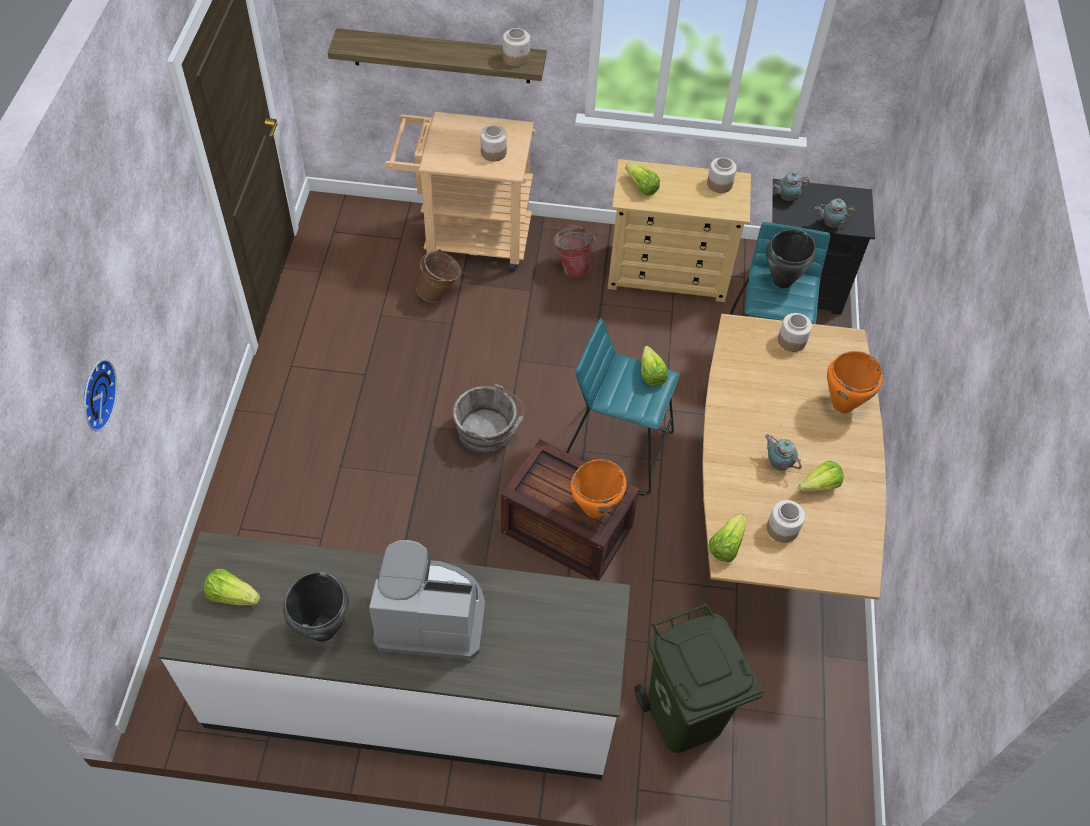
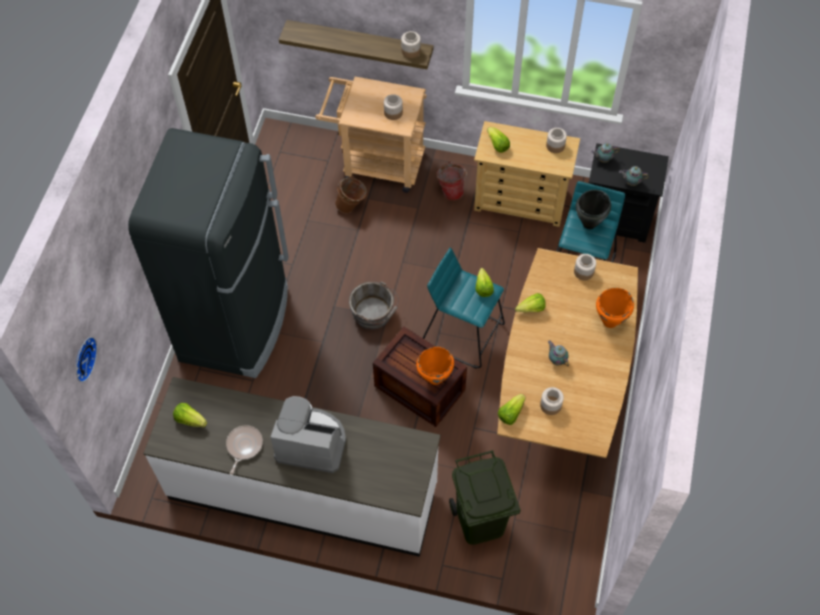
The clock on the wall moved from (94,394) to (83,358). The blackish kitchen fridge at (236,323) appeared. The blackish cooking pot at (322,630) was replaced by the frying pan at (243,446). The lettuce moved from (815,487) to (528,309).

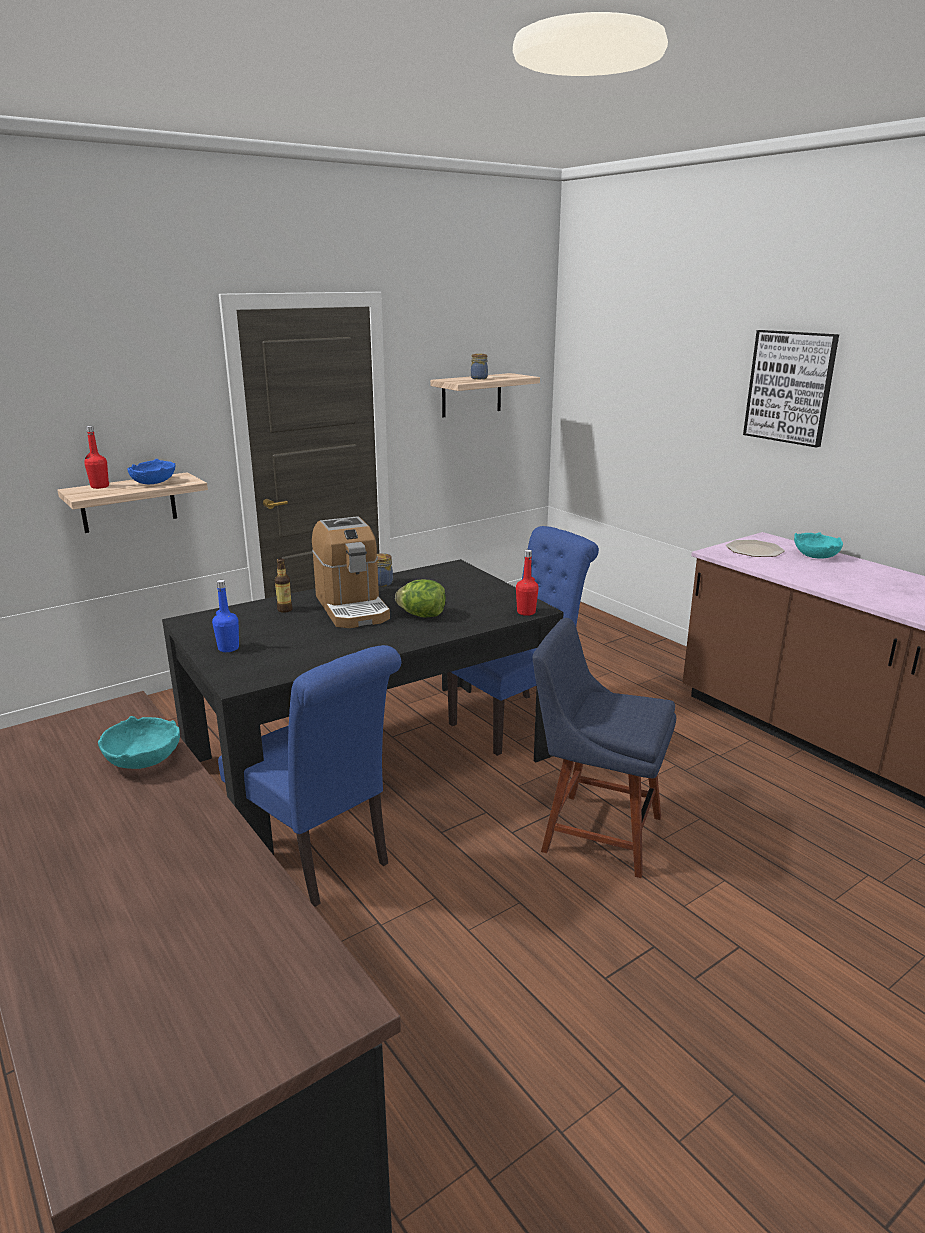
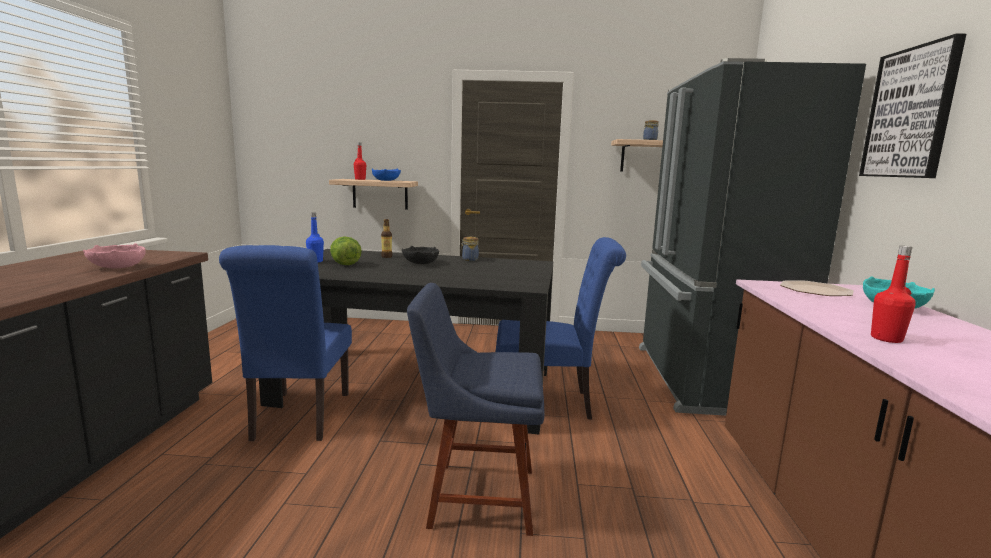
The turquoise-coloured serving bowl at (144,759) became the pink serving bowl at (118,267). The lettuce moved from (422,615) to (345,264). The coffee maker at (352,607) was replaced by the blackish serving bowl at (421,263). The bluish plain chair at (595,831) turned 60 degrees counterclockwise. The blackish kitchen fridge at (704,380) appeared. The red drink bottle moved from (526,612) to (886,339).

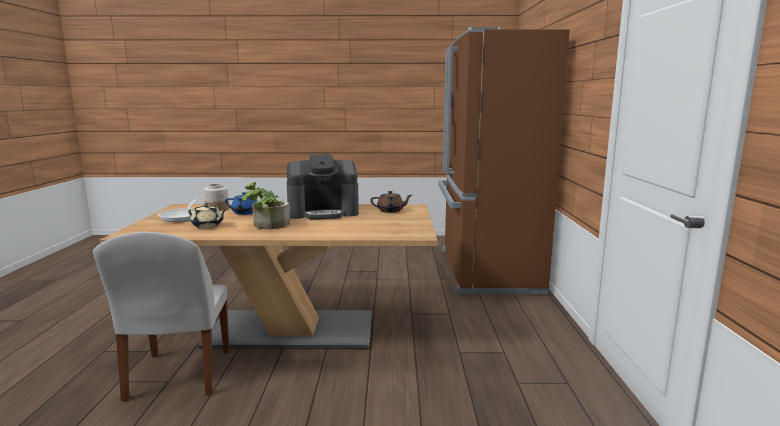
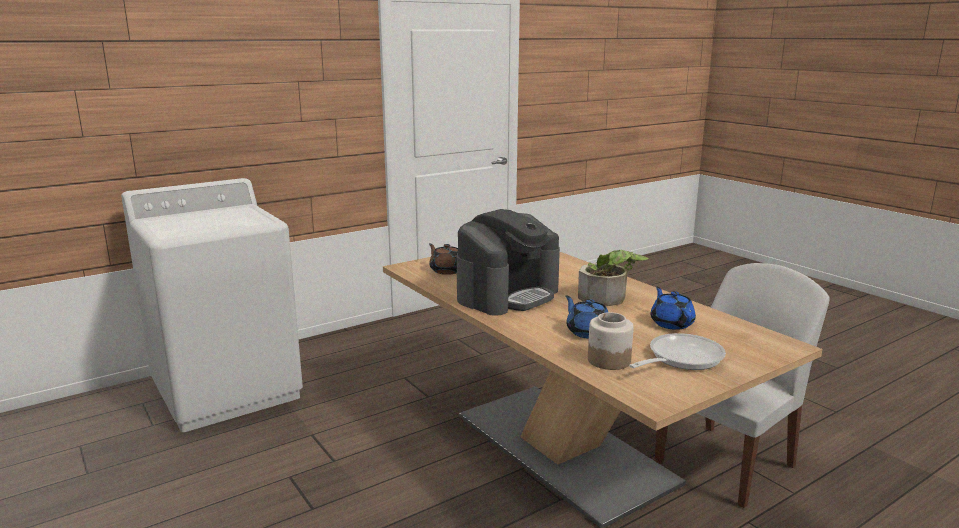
The brown-coloured kitchen fridge at (486,271) was replaced by the white washing machine at (228,390). The coffee maker at (323,212) turned 90 degrees clockwise. The sand-coloured teapot at (207,226) became the bluish teapot at (671,323).

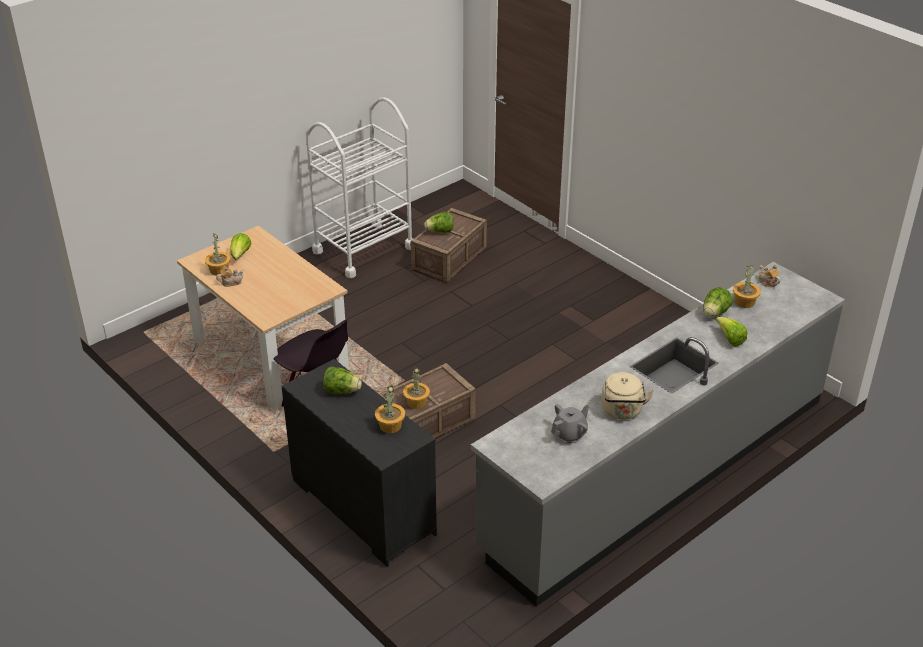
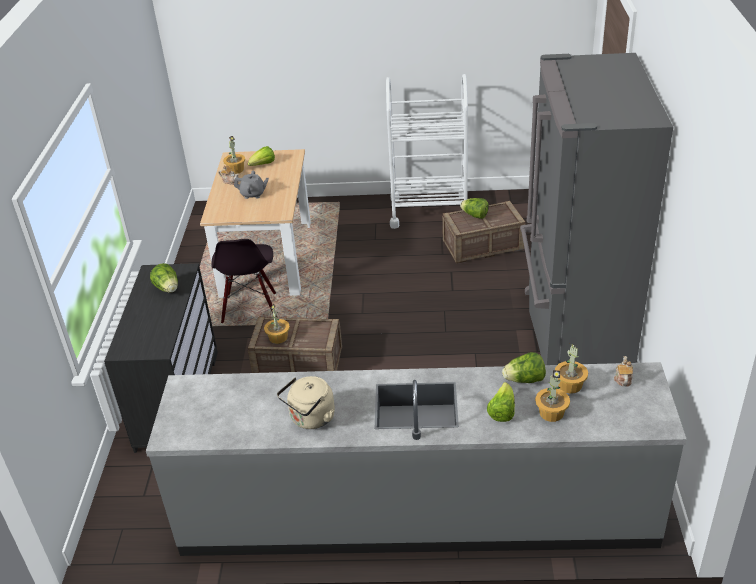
The greyish teapot moved from (569,434) to (253,194). The greyish kitchen fridge at (572,333) appeared. The houseplant moved from (390,425) to (551,412).

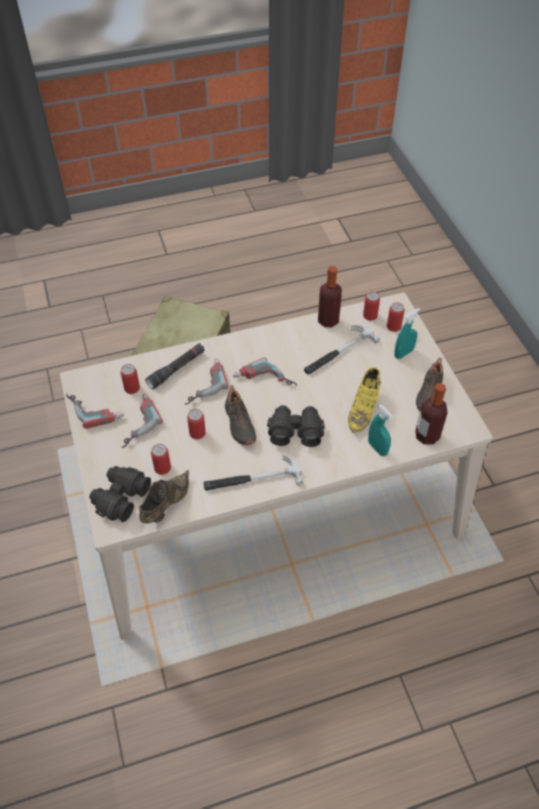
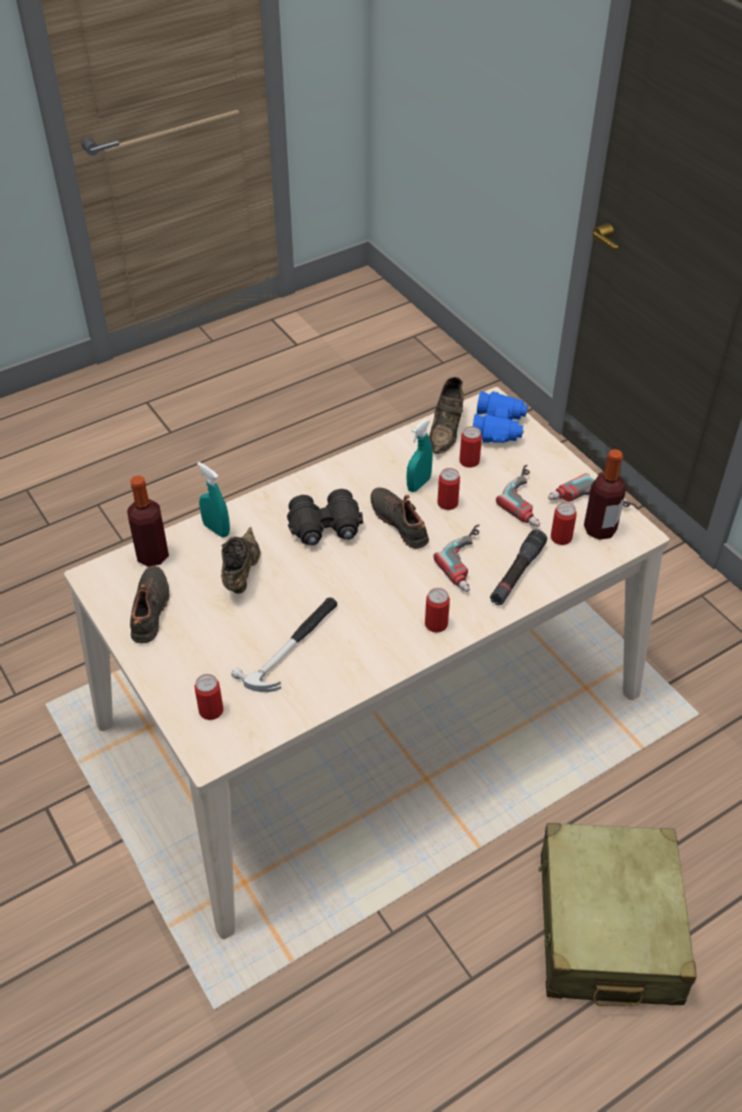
The yellowish item of footwear at (364,408) became the brown-coloured item of footwear at (241,573). The turquoise-coloured sprayer moved from (403,353) to (418,484). The can moved from (370,315) to (436,624). The blackish field glasses at (120,497) became the bluish field glasses at (499,427). The drink bottle moved from (328,320) to (599,529). The hand hammer at (252,479) disappeared. The power drill at (264,382) disappeared.

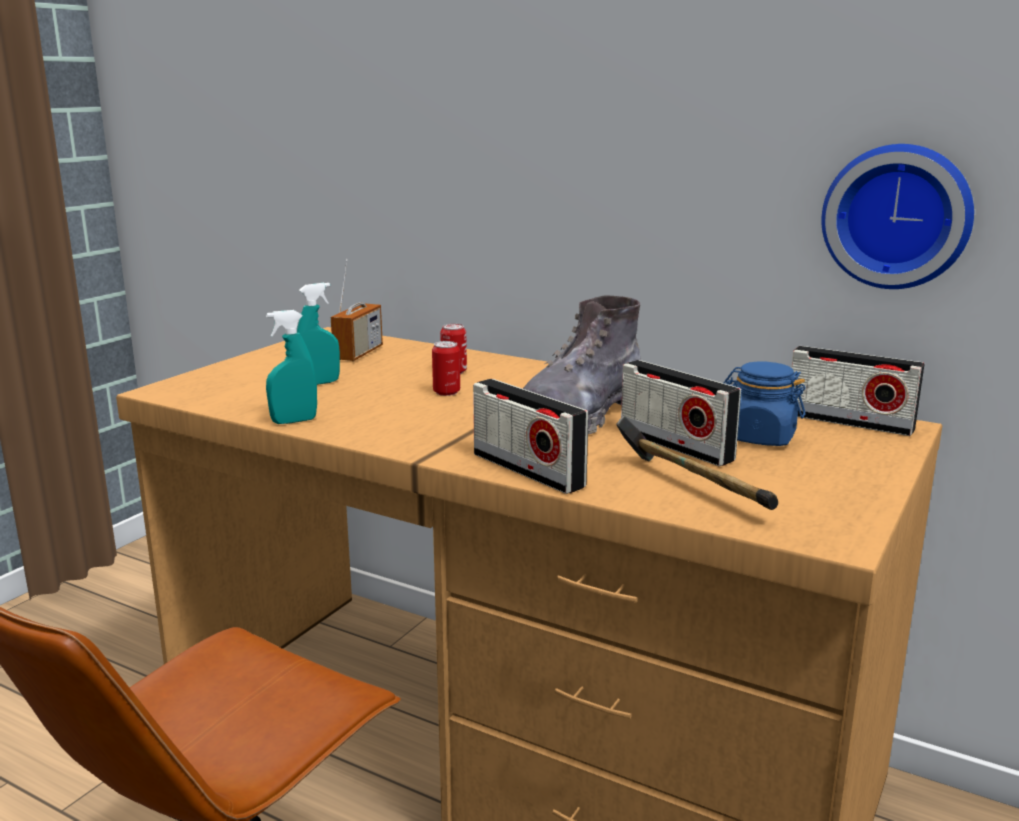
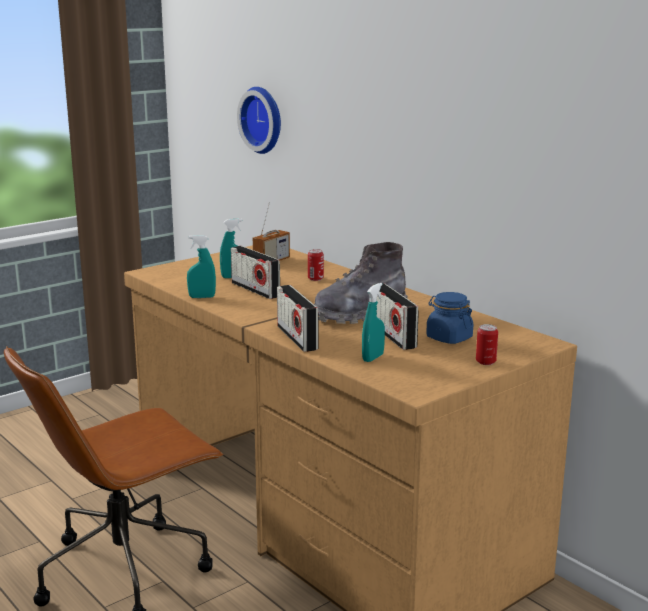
The radio moved from (849,422) to (255,290). The clock on the wall moved from (897,216) to (264,119). The hand hammer at (691,488) was replaced by the turquoise-coloured sprayer at (373,358). The can moved from (446,392) to (485,362).

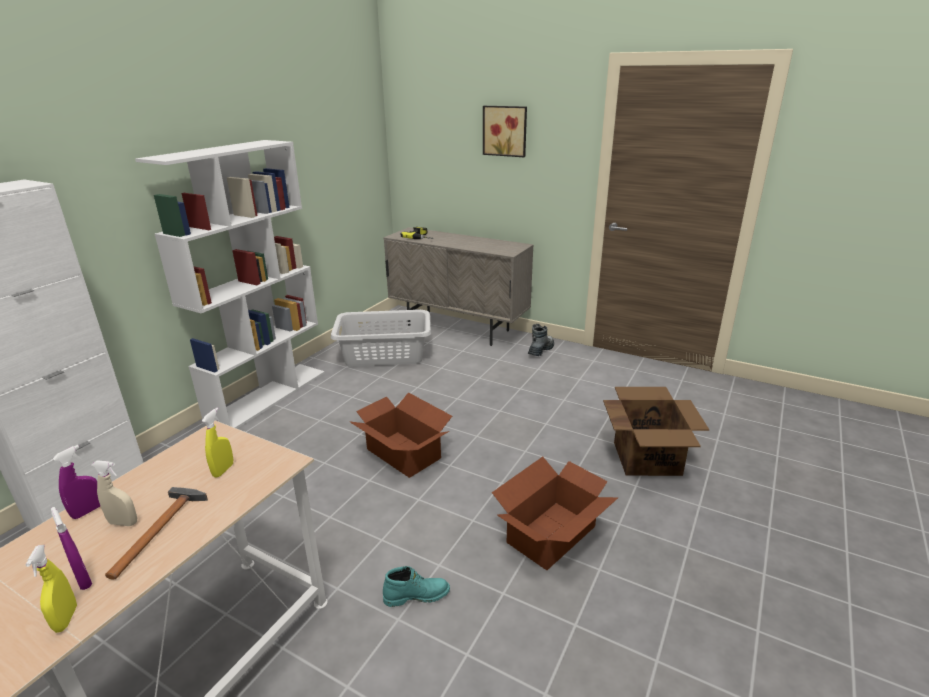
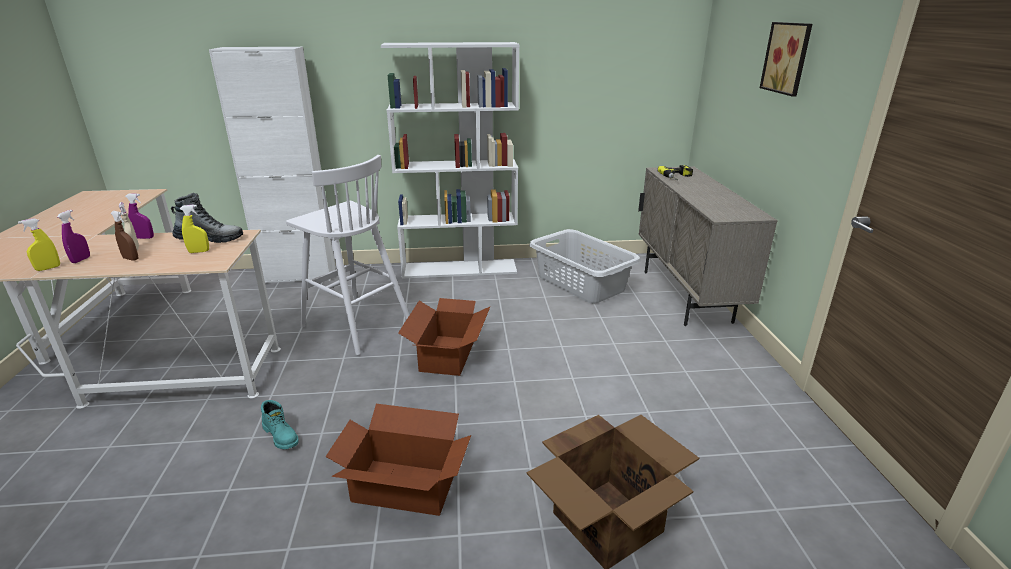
The hand hammer at (160,528) was replaced by the brown-coloured sprayer at (131,259). The boot moved from (541,350) to (210,239). The white sitting stool at (355,325) appeared.

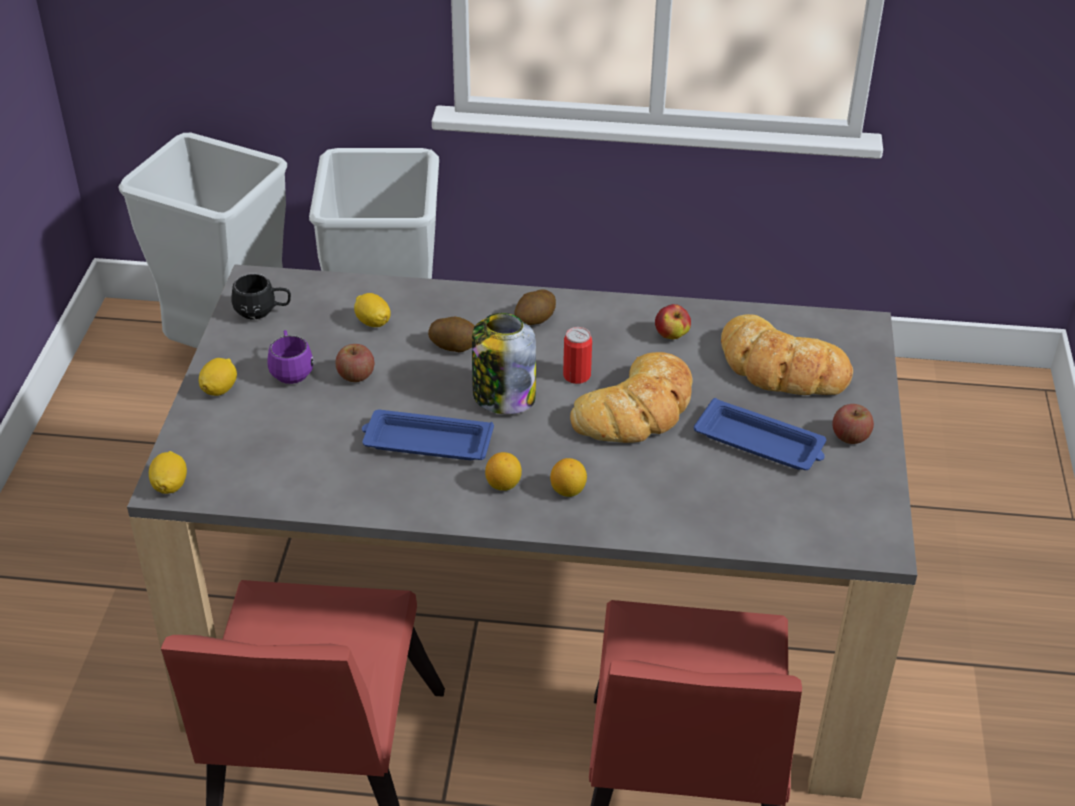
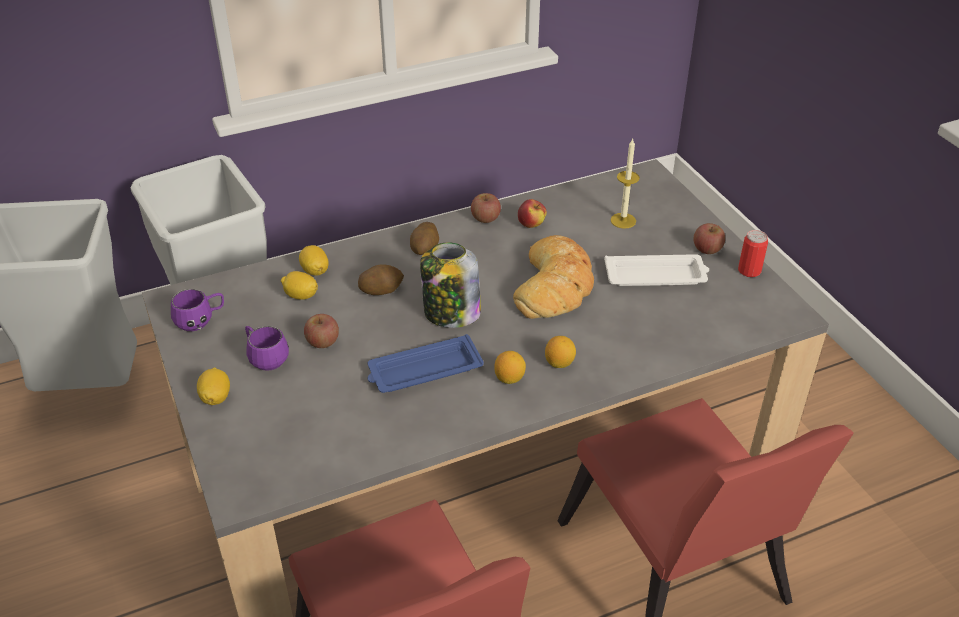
The blackish coffee mug at (263,312) became the purplish coffee mug at (201,321). The lemon moved from (170,485) to (315,271). The apple fruit at (485,218) appeared. The bluish serving tray at (761,443) became the white serving tray at (656,276). The bread at (781,368) was replaced by the wax candle at (623,220). The can moved from (576,375) to (749,270).

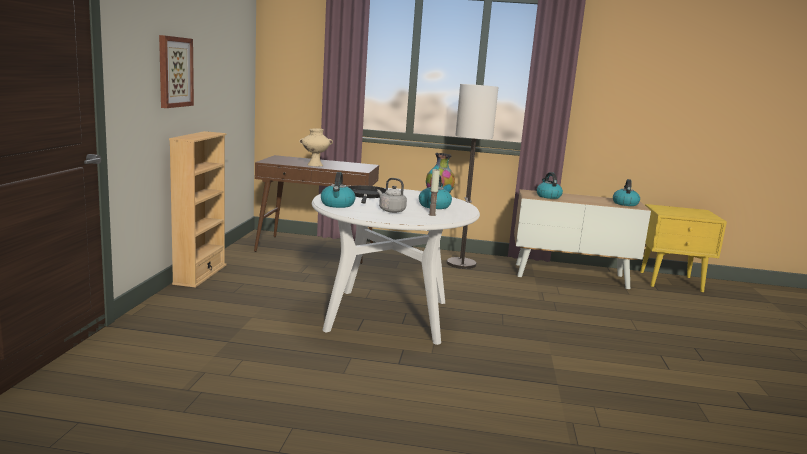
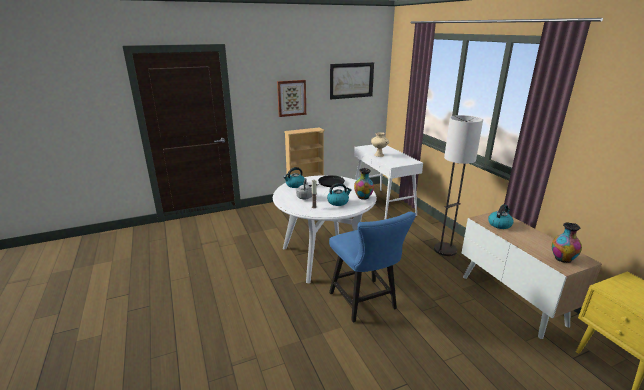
The bluish plain chair at (365,303) appeared. The picture at (351,80) appeared. The brown-coloured console table at (316,249) became the white console table at (383,205). The tea kettle at (625,203) was replaced by the flower vase at (562,259).

